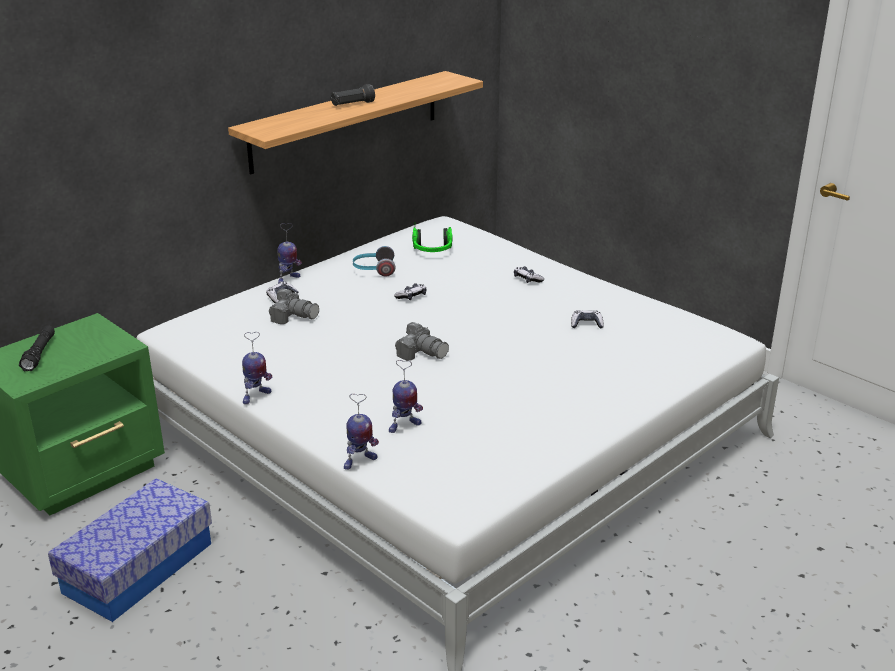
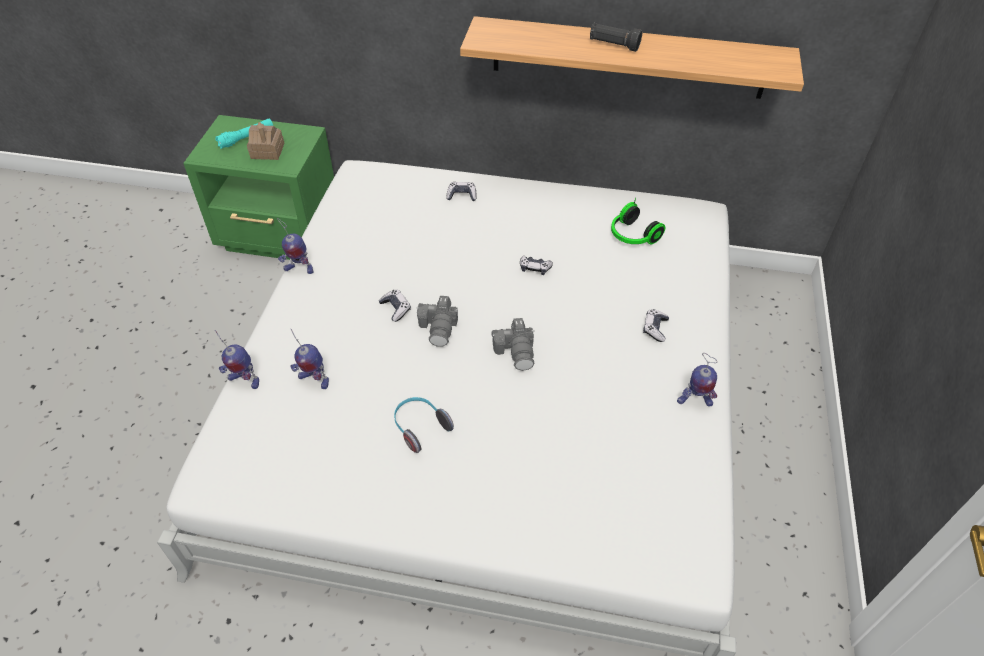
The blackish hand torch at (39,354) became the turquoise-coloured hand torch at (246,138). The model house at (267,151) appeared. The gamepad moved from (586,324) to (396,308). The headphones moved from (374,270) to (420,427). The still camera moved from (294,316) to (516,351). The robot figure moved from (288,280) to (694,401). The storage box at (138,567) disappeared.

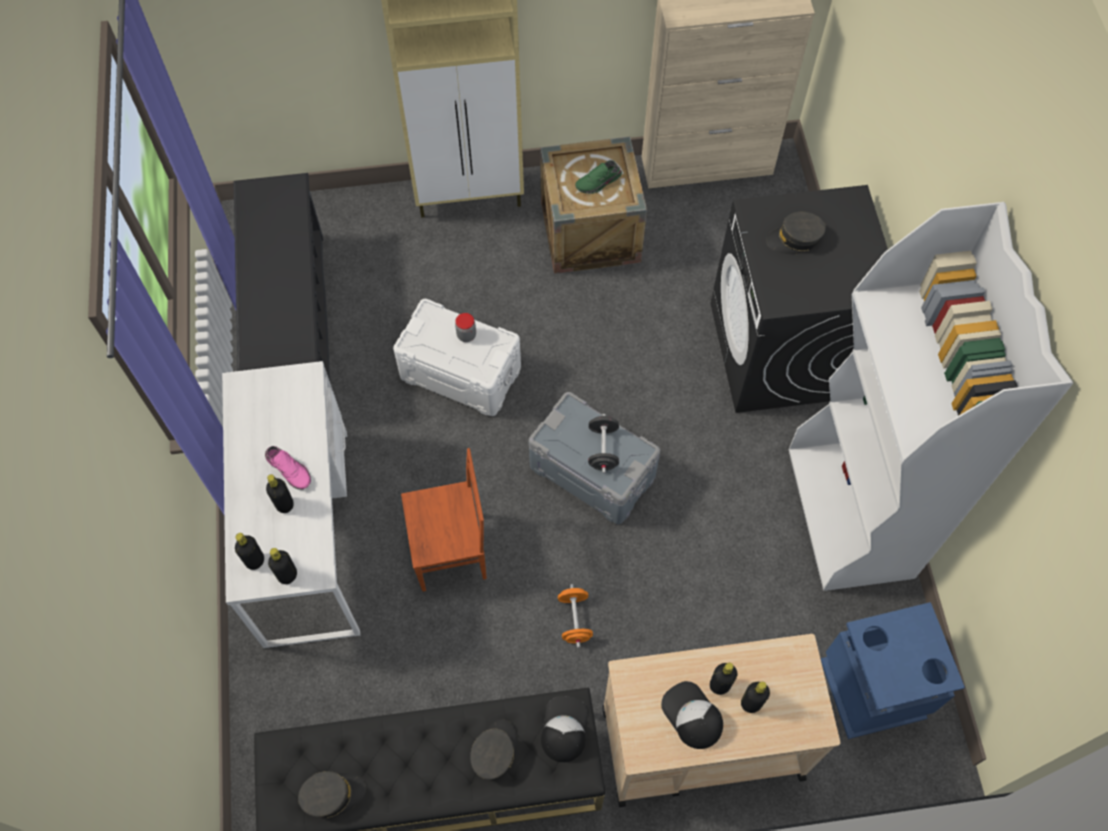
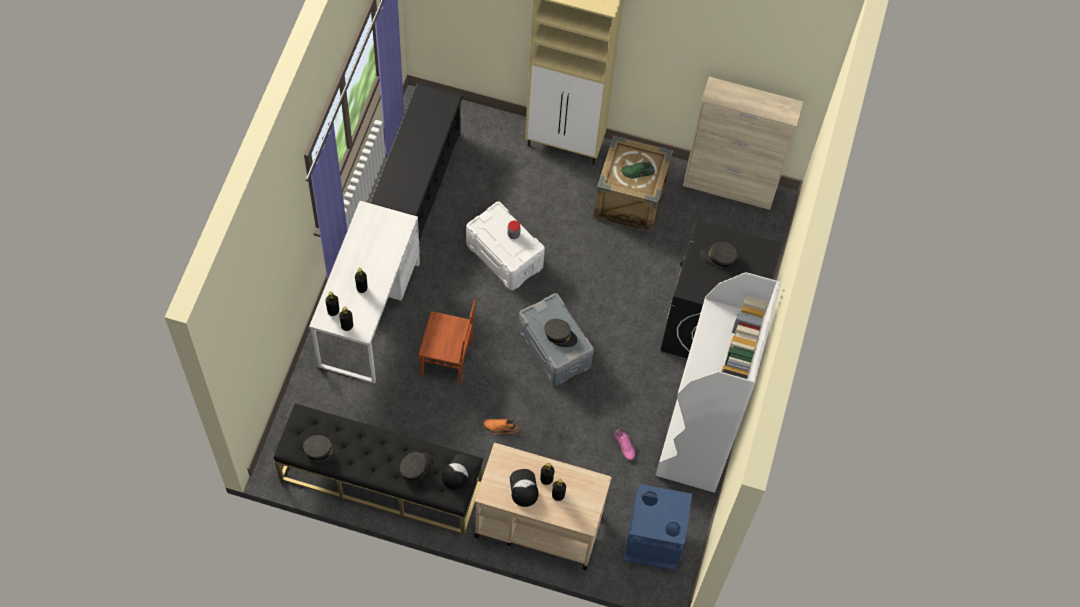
The orange free weight at (574,620) was replaced by the orange item of footwear at (500,428). The blackish free weight at (603,449) was replaced by the greyish baseball cap at (560,335). The pink item of footwear moved from (290,469) to (625,445).

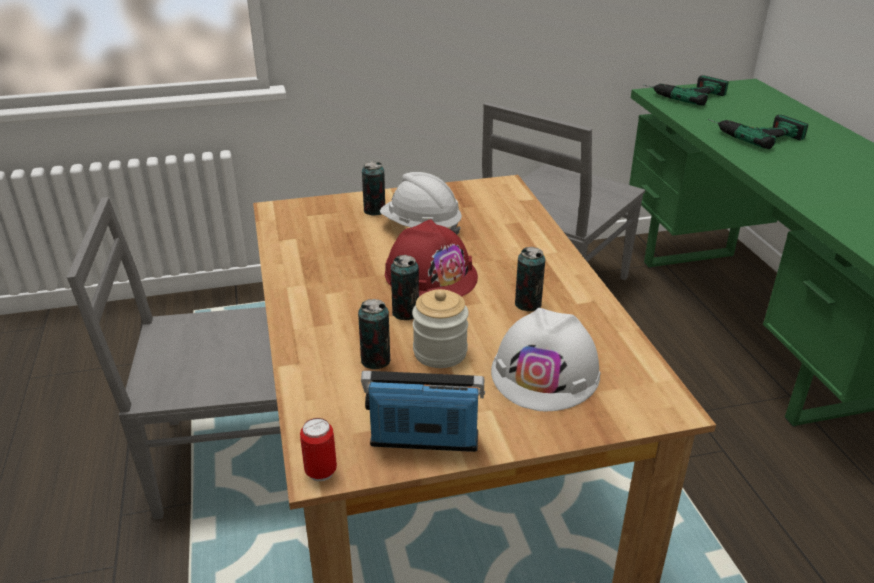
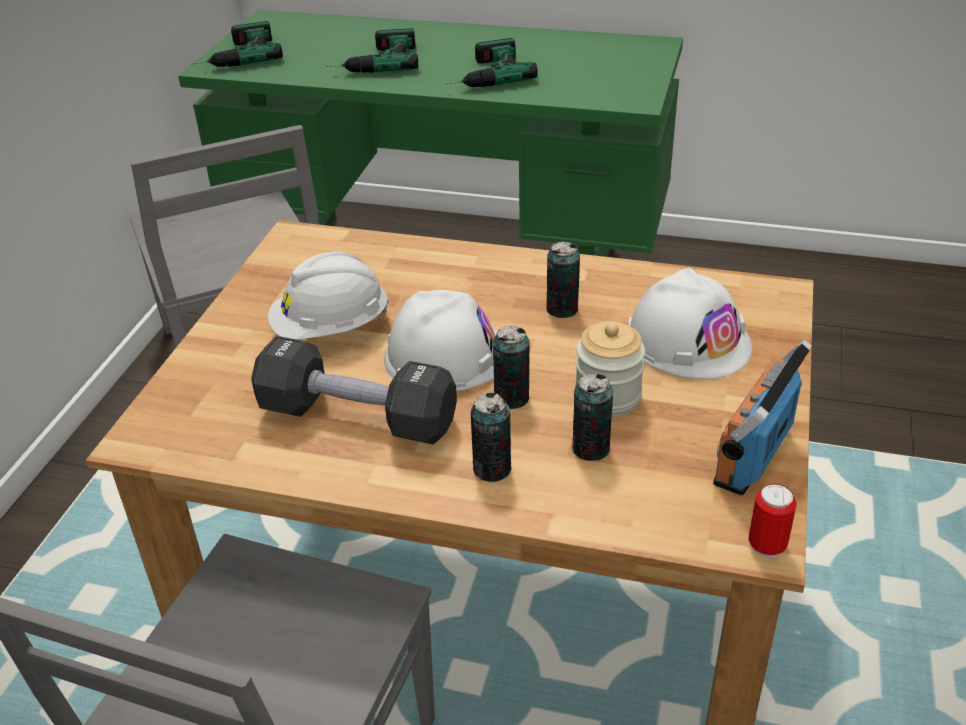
The blackish free weight at (357,417) appeared. The red work helmet at (431,275) became the white work helmet at (447,355). The power drill at (482,74) appeared. The can moved from (374,211) to (492,469).

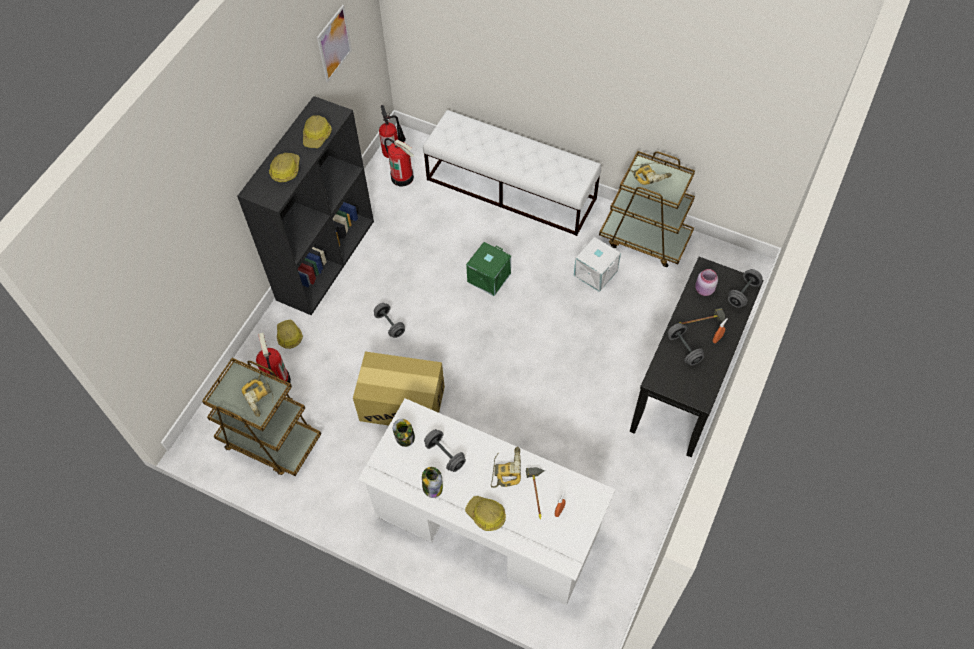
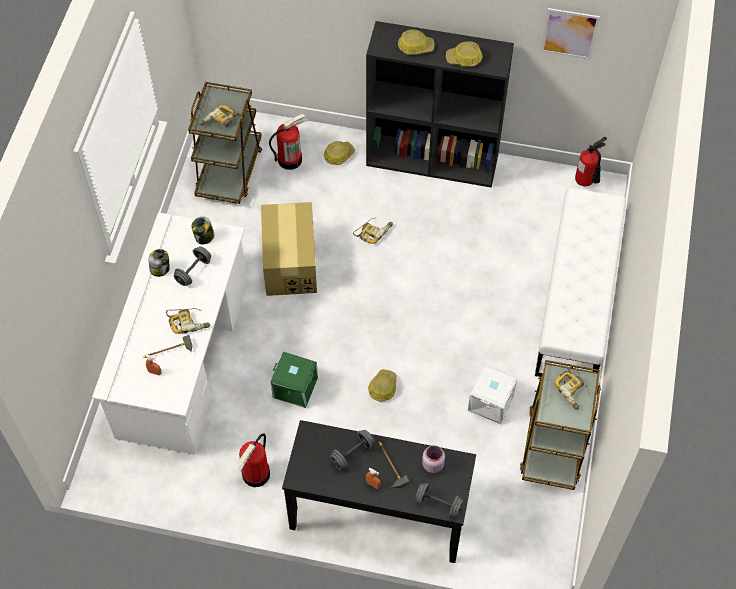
The fire extinguisher moved from (402,177) to (256,474). The green-coloured storage box moved from (488,277) to (296,387). The greyish free weight at (390,324) was replaced by the power drill at (373,231). The work helmet moved from (486,515) to (382,387).

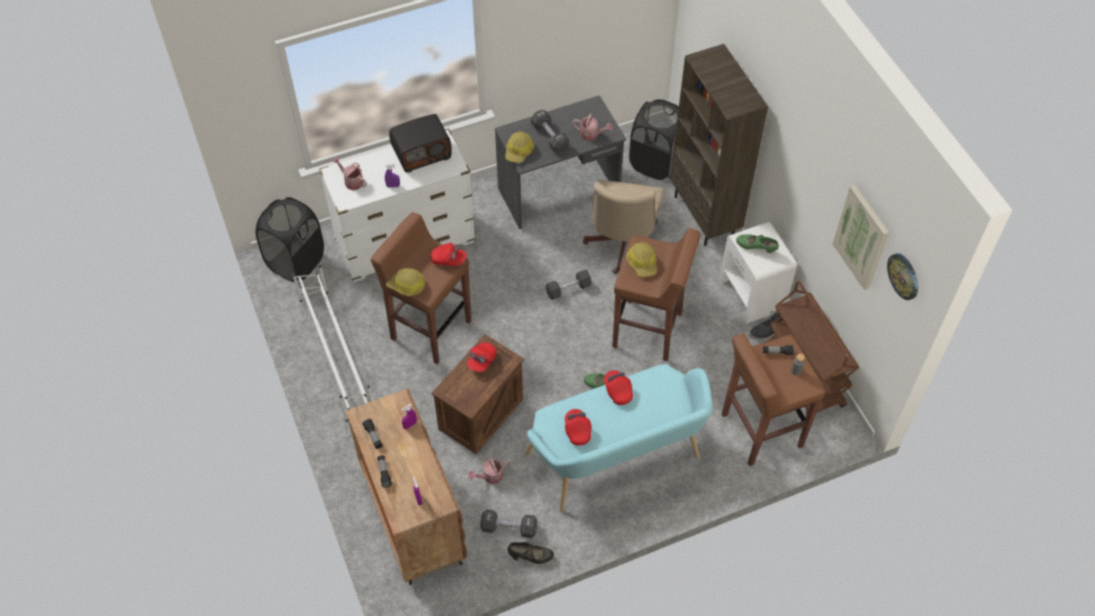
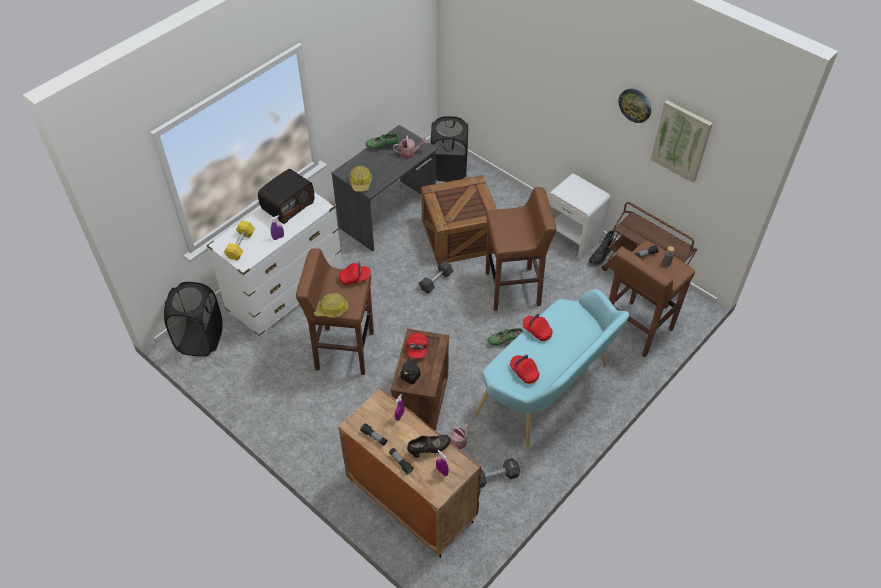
The watering can at (351,181) was replaced by the yellowish free weight at (240,245). The green-coloured item of footwear moved from (756,248) to (382,147). The blackish preserve jar at (410,376) appeared. The blackish item of footwear moved from (530,556) to (429,449). The sand-coloured computer chair at (622,246) was replaced by the shipping crate at (459,237). The clock on the wall moved from (904,276) to (635,105). The white shoe shelf at (336,353) disappeared. The blackish free weight at (550,137) disappeared. The work helmet at (642,262) disappeared. The brown-coloured bookcase at (705,216) disappeared.

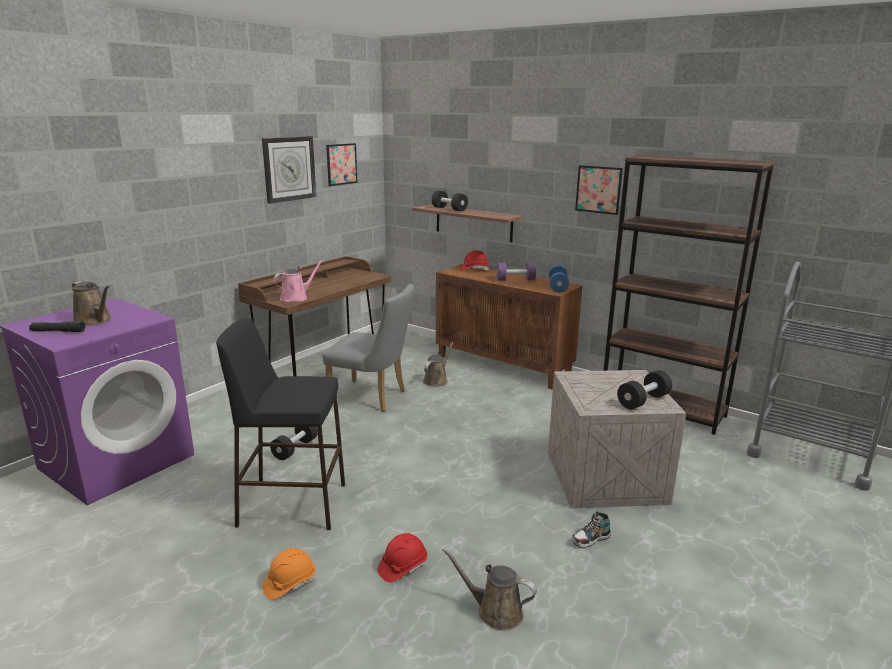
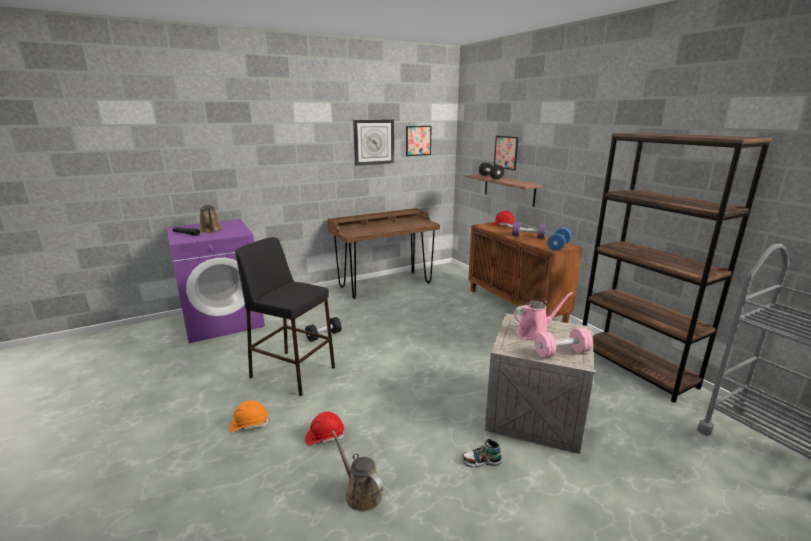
The picture moved from (598,189) to (506,152). The pink watering can moved from (296,297) to (534,333). The blackish free weight at (643,401) became the pink free weight at (561,352). The greyish plain chair at (373,397) disappeared. The brown-coloured watering can at (436,380) disappeared.

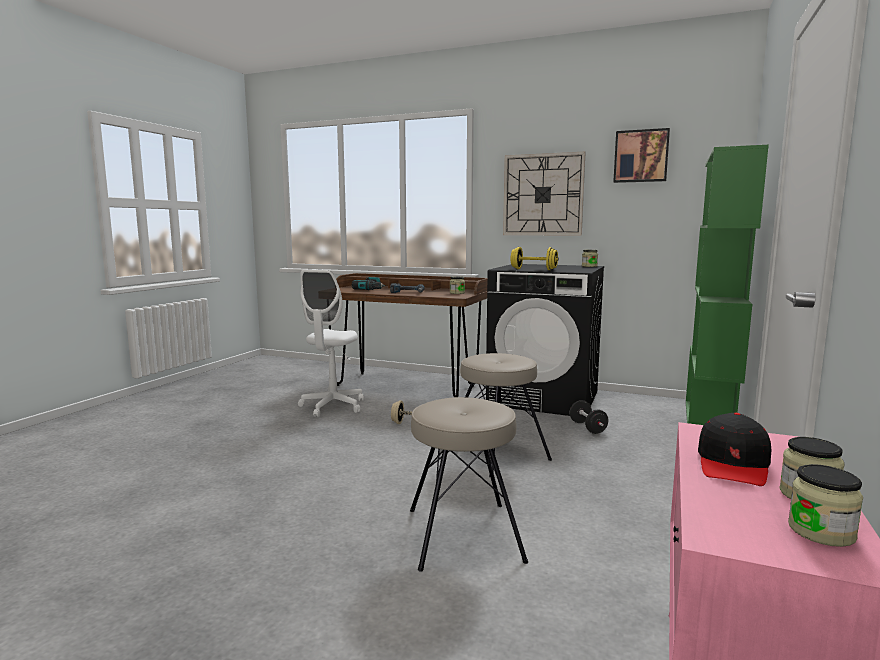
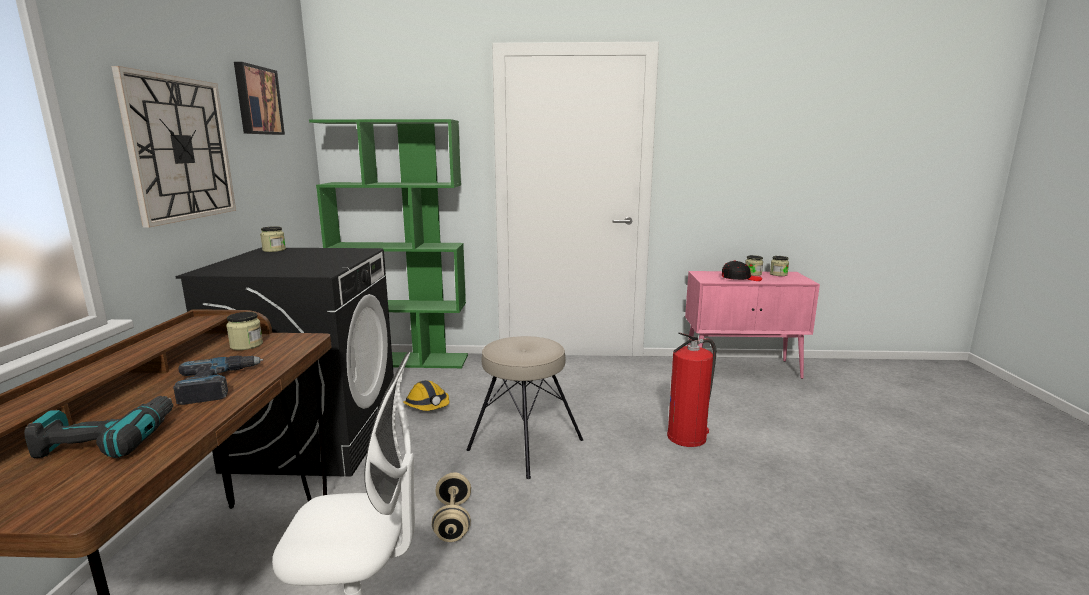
The blackish free weight at (587,428) was replaced by the work helmet at (428,406). The sand-coloured sitting stool at (462,535) was replaced by the fire extinguisher at (688,437). The yellowish free weight at (533,269) disappeared.

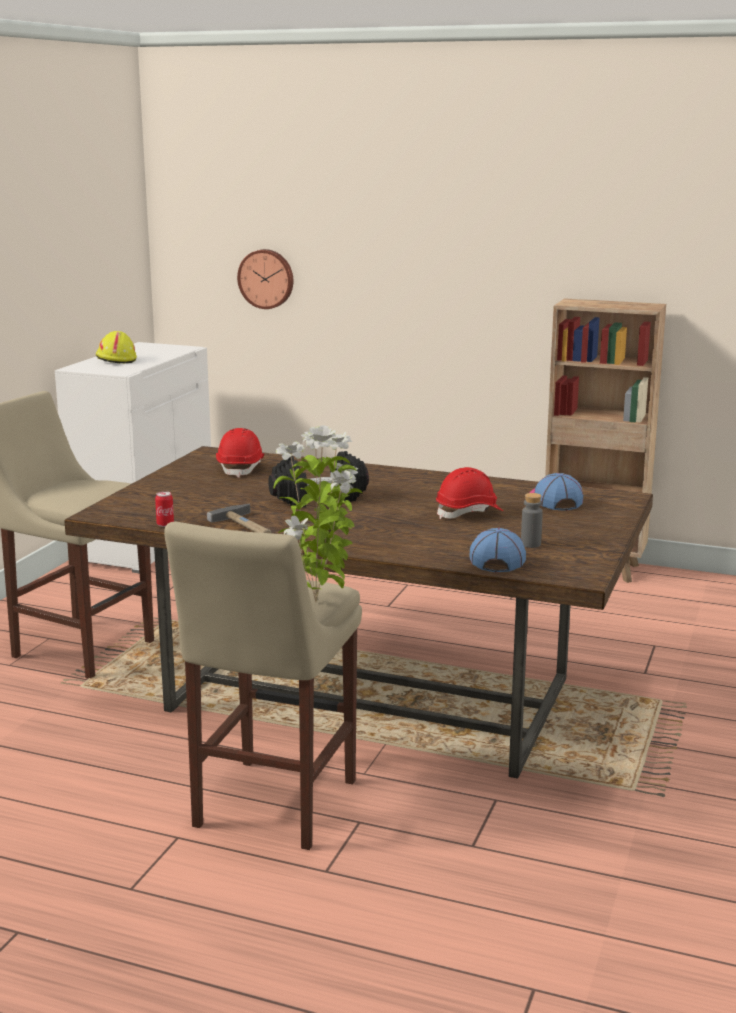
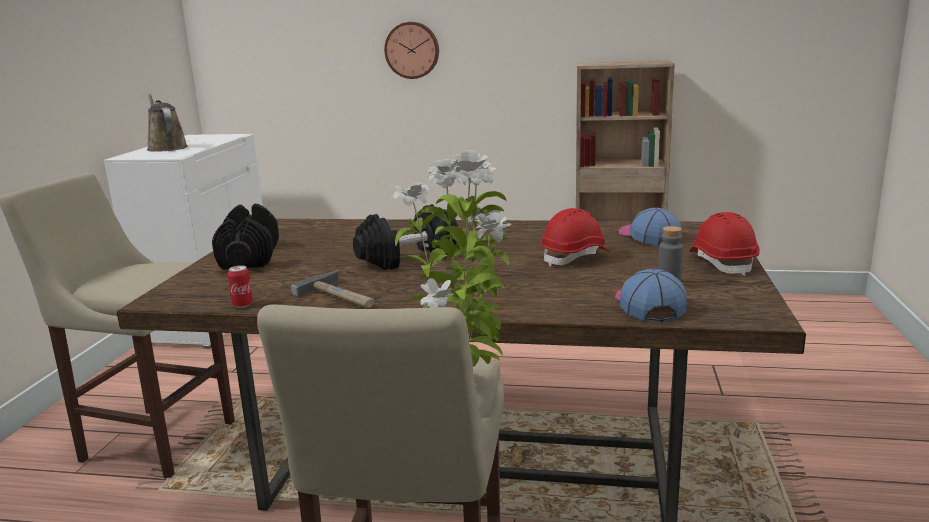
The yellowish work helmet at (115,360) was replaced by the brown-coloured watering can at (166,148). The blackish free weight at (249,257) appeared. The clock on the wall moved from (266,278) to (412,50). The red work helmet moved from (241,468) to (722,263).

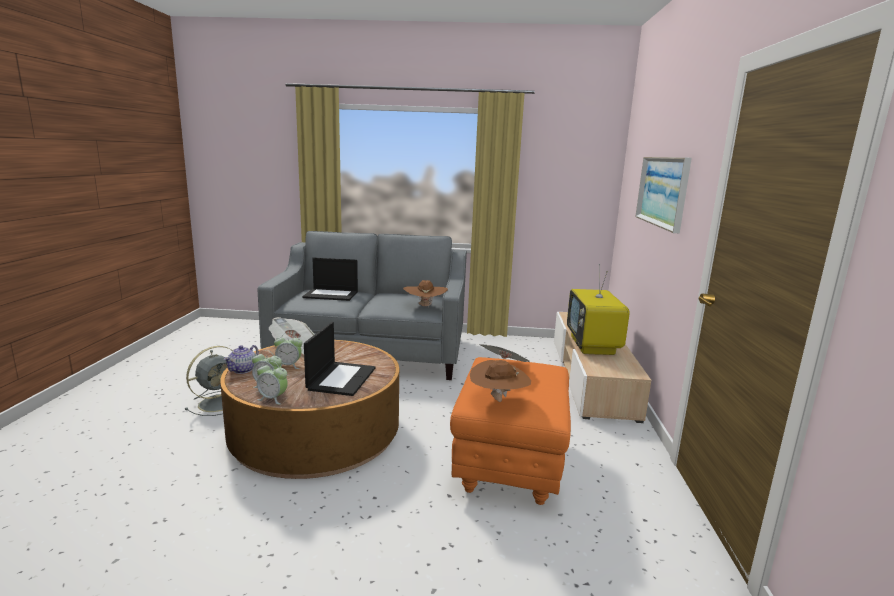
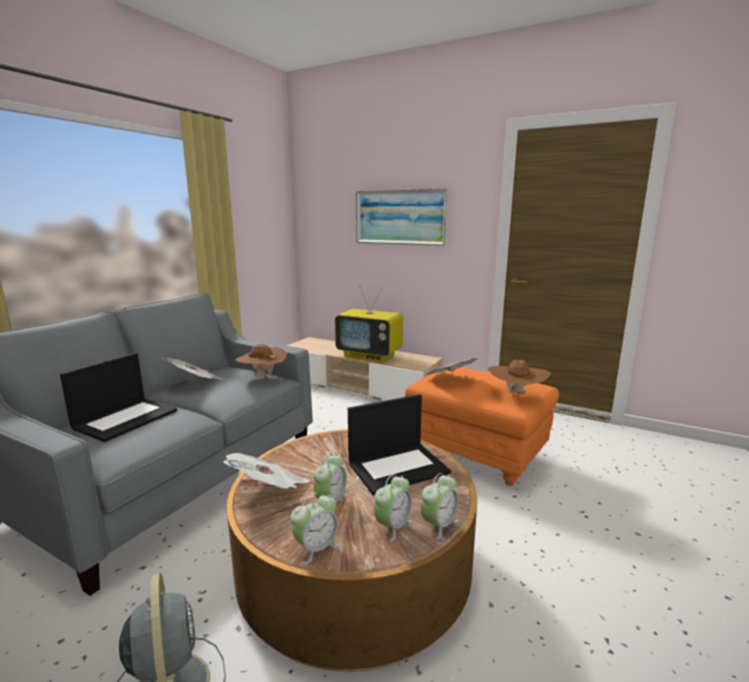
The printed paper at (195,382) appeared. The teapot at (243,370) was replaced by the table clock at (316,548). The notebook computer at (341,378) turned 120 degrees clockwise.

